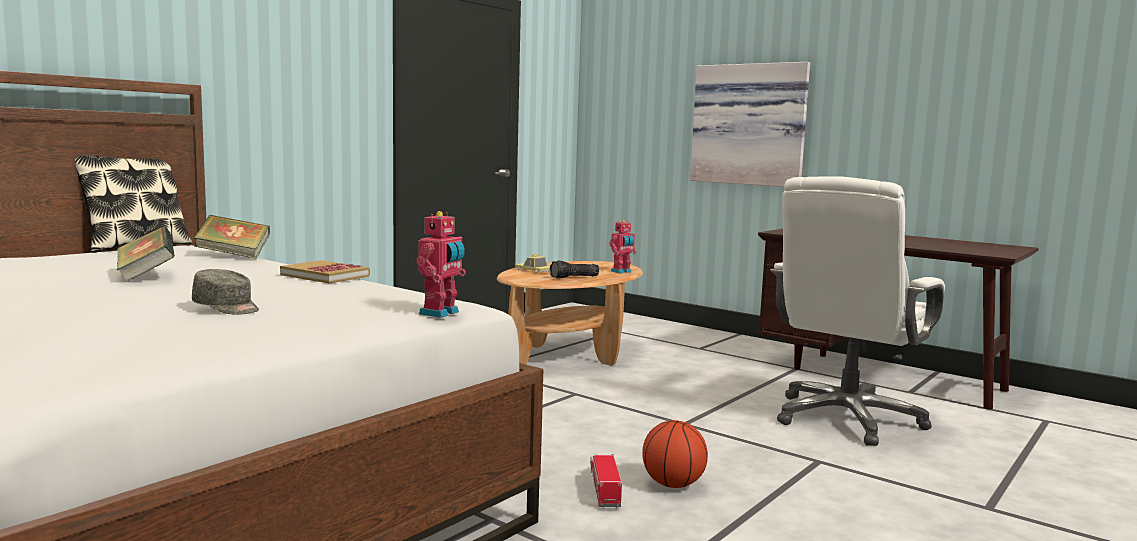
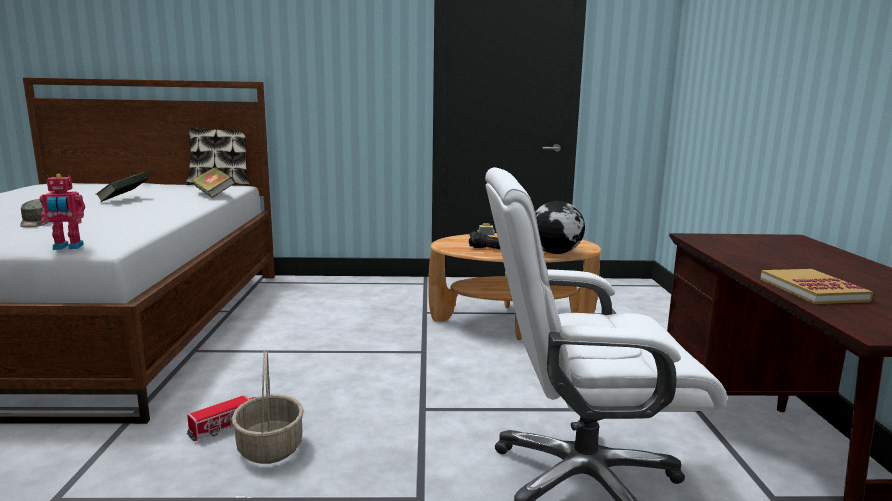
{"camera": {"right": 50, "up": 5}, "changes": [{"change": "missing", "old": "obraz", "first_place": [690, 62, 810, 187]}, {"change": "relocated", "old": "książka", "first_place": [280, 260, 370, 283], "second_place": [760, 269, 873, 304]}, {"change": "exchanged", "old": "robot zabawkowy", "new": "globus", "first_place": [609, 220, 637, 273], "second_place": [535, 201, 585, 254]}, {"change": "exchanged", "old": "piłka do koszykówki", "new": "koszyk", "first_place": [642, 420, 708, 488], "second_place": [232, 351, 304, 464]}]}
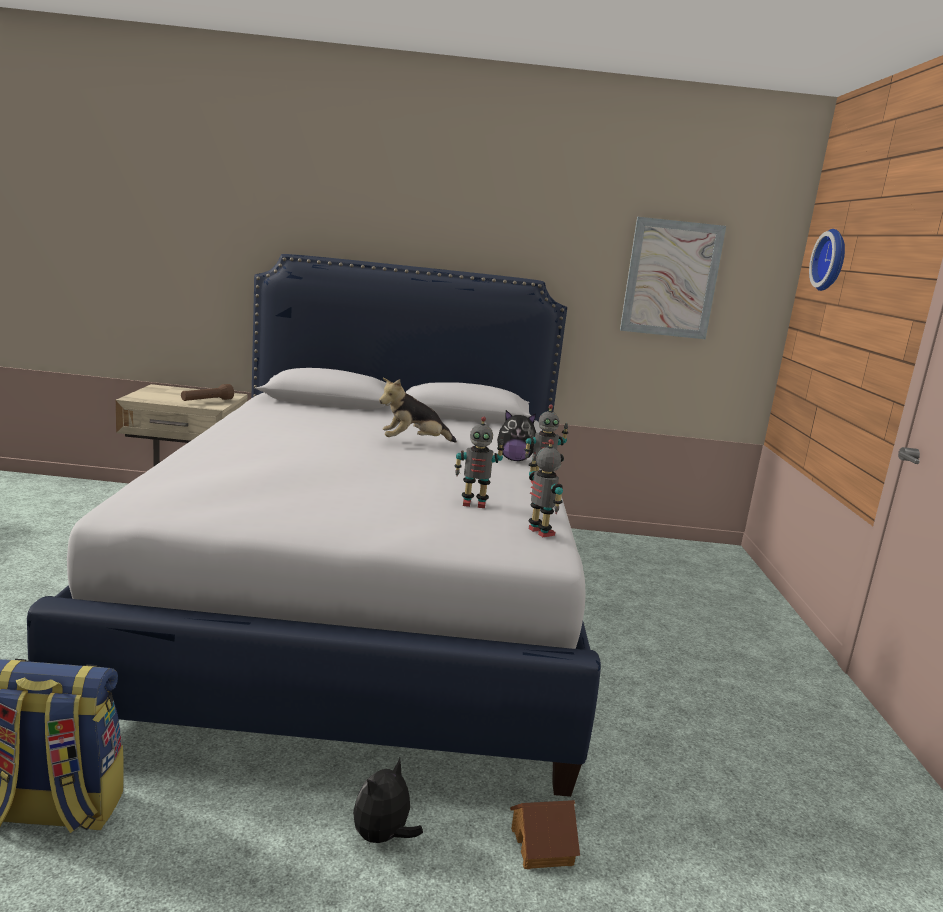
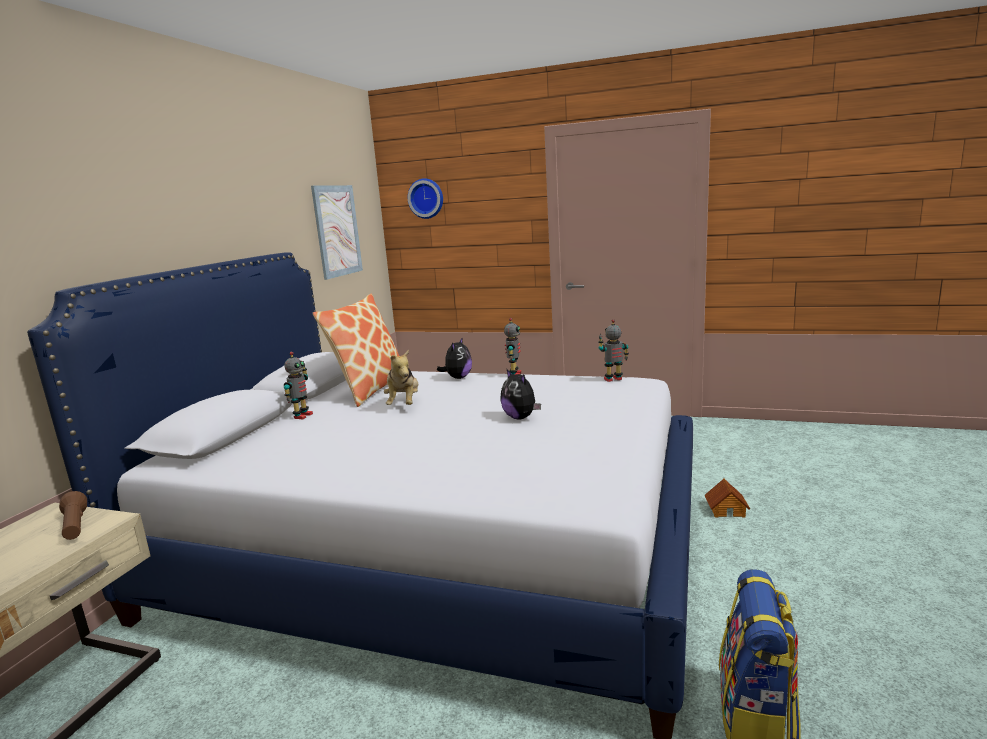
{"camera": {"right": -70, "up": 0}, "changes": [{"change": "appeared", "new": "poduszka", "second_place": [313, 294, 399, 407]}, {"change": "relocated", "old": "pluszak", "first_place": [353, 758, 423, 844], "second_place": [500, 370, 541, 419]}, {"change": "relocated", "old": "robot zabawkowy", "first_place": [454, 416, 504, 508], "second_place": [284, 352, 313, 419]}]}
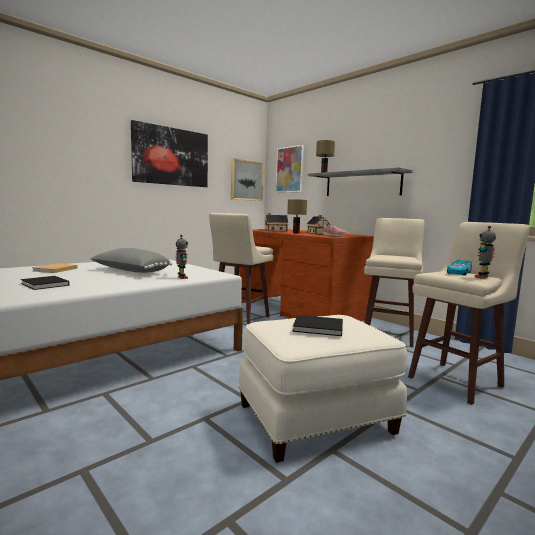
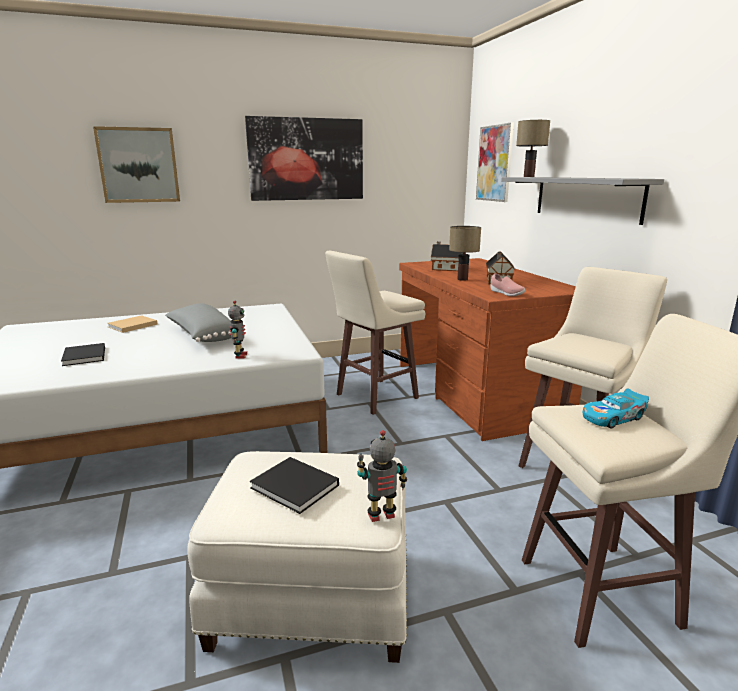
{"camera": {"right": 25, "up": 10}, "changes": [{"change": "relocated", "old": "obraz", "first_place": [231, 158, 263, 201], "second_place": [93, 126, 180, 203]}, {"change": "relocated", "old": "robot zabawkowy", "first_place": [475, 226, 496, 279], "second_place": [357, 430, 407, 522]}]}
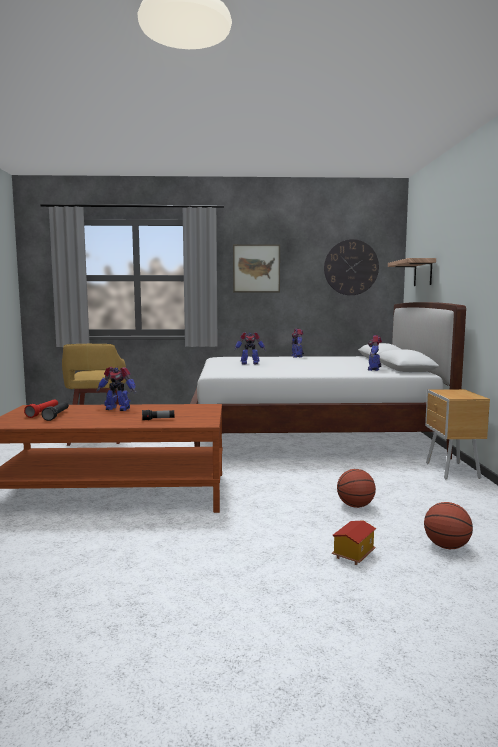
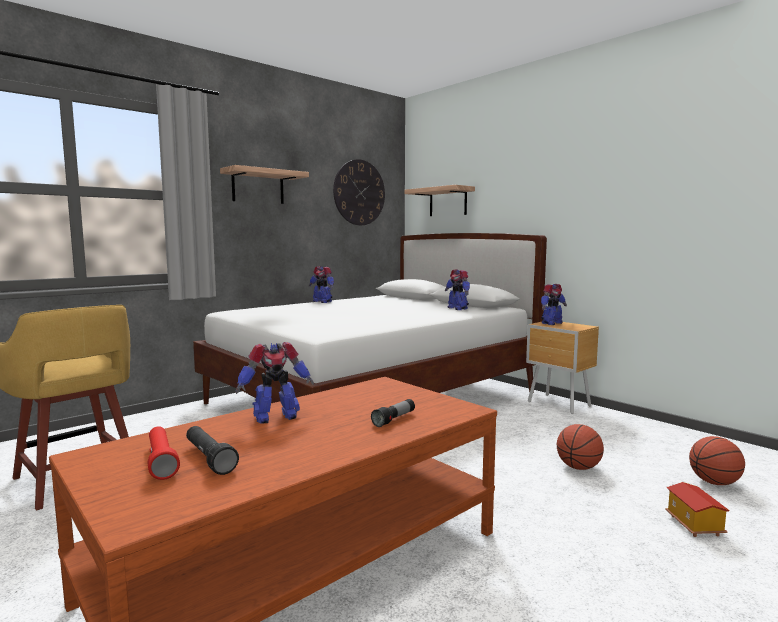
{"camera": {"right": -40, "up": 0}, "changes": [{"change": "relocated", "old": "robot zabawkowy", "first_place": [234, 332, 266, 364], "second_place": [541, 284, 567, 325]}, {"change": "exchanged", "old": "obraz", "new": "półka", "first_place": [233, 244, 280, 292], "second_place": [220, 165, 309, 204]}]}
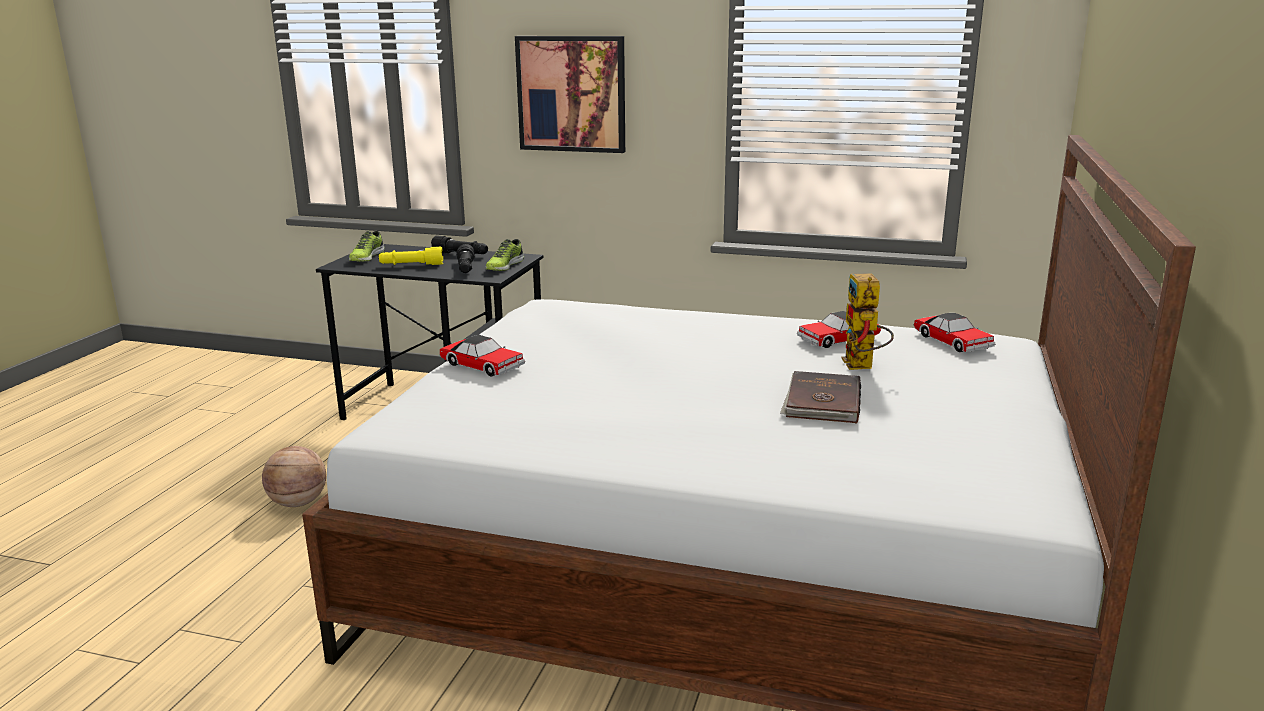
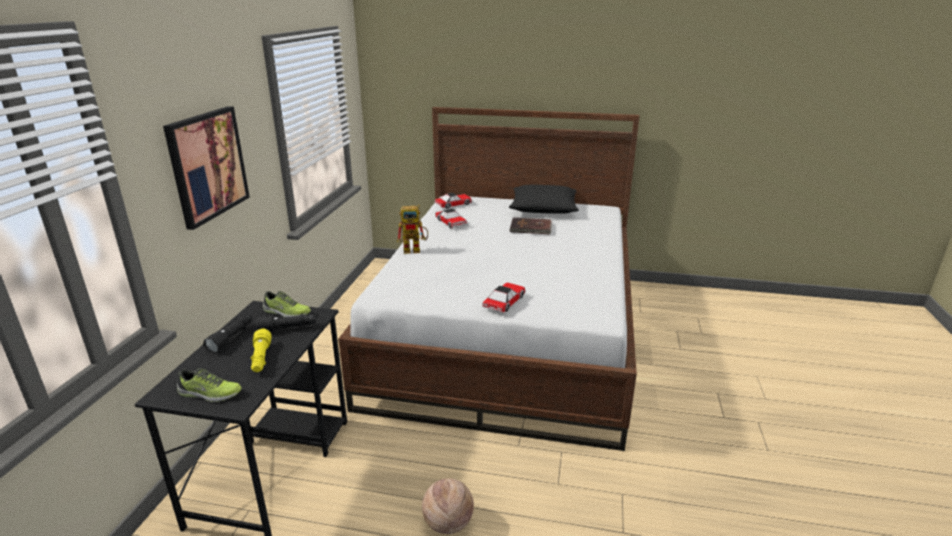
{"camera": {"right": -95, "up": 5}, "changes": [{"change": "appeared", "new": "poduszka [czarny]", "second_place": [509, 185, 579, 214]}, {"change": "relocated", "old": "robot zabawkowy", "first_place": [842, 273, 894, 370], "second_place": [397, 205, 428, 254]}]}
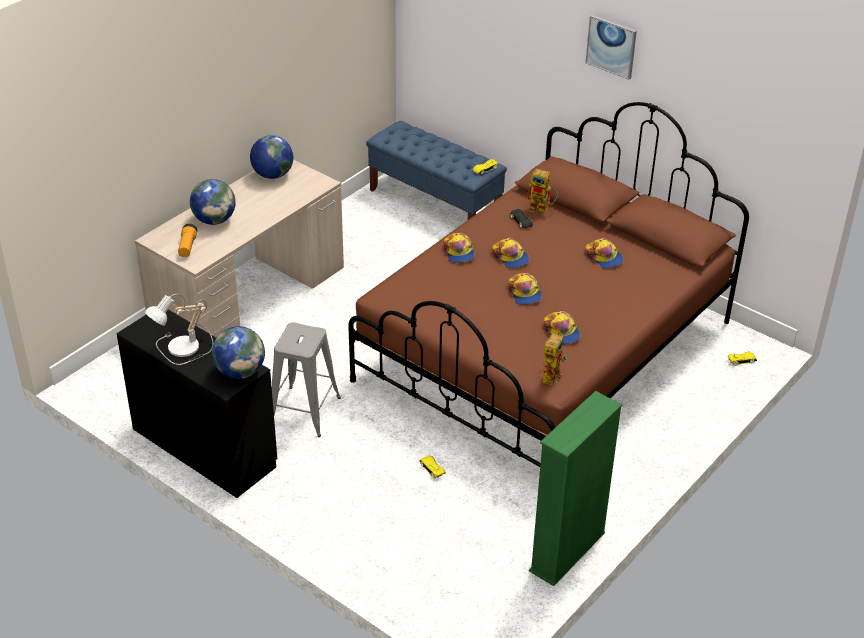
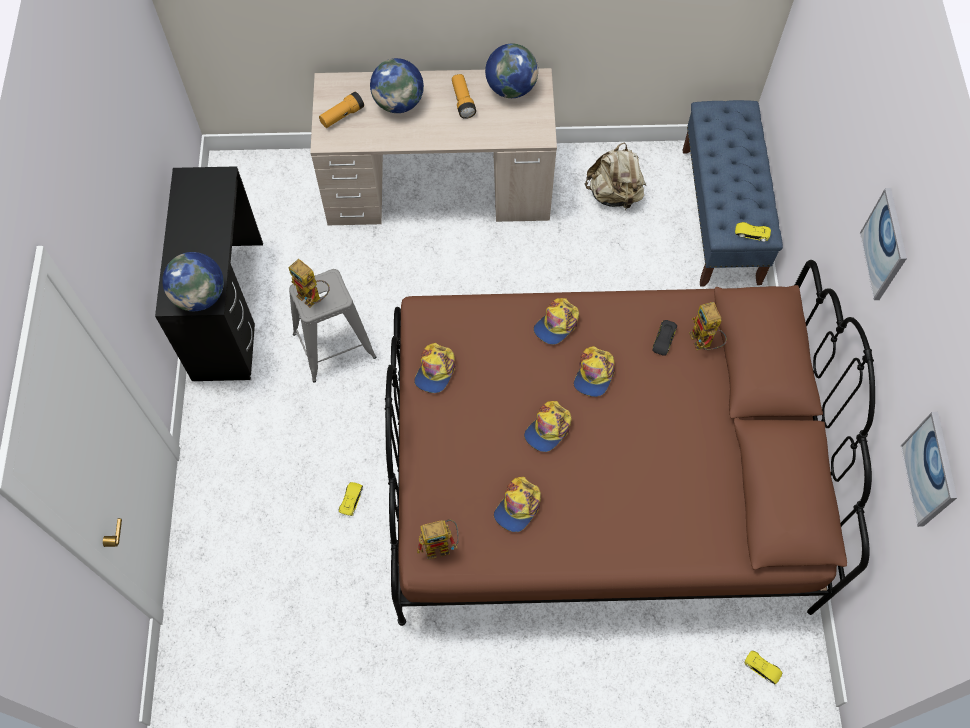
{"camera": {"right": 50, "up": 25}, "changes": [{"change": "missing", "old": "lampa stołowa", "first_place": [144, 294, 214, 365]}, {"change": "missing", "old": "regał [zielony]", "first_place": [529, 391, 622, 586]}, {"change": "appeared", "new": "robot zabawkowy", "second_place": [288, 259, 330, 308]}, {"change": "appeared", "new": "latarka", "second_place": [452, 74, 476, 119]}, {"change": "appeared", "new": "plecak [beżowy]", "second_place": [585, 142, 646, 210]}, {"change": "appeared", "new": "obraz", "second_place": [901, 412, 957, 527]}, {"change": "relocated", "old": "czapka z daszkiem", "first_place": [585, 238, 624, 269], "second_place": [414, 343, 455, 393]}]}
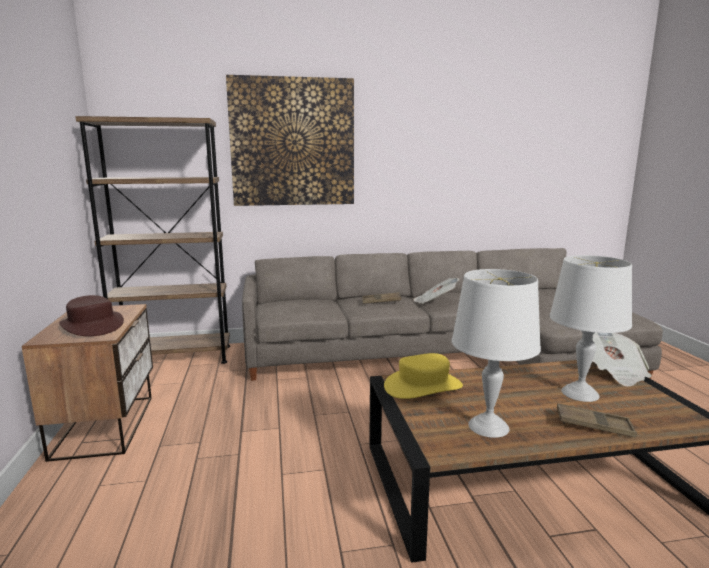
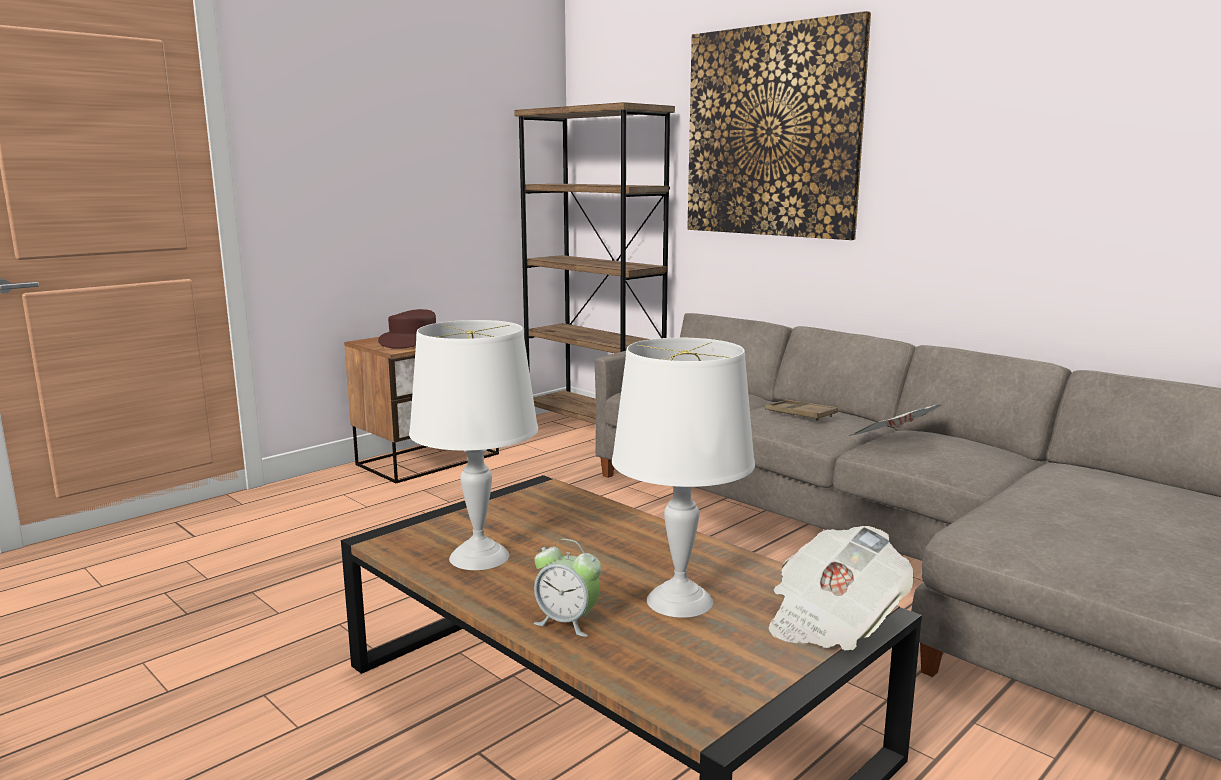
{"camera": {"right": 55, "up": 0}, "changes": [{"change": "missing", "old": "kapelusz [żółty]", "first_place": [384, 353, 463, 399]}, {"change": "exchanged", "old": "taca [brązowy]", "new": "budzik", "first_place": [557, 403, 637, 438], "second_place": [534, 539, 602, 637]}]}
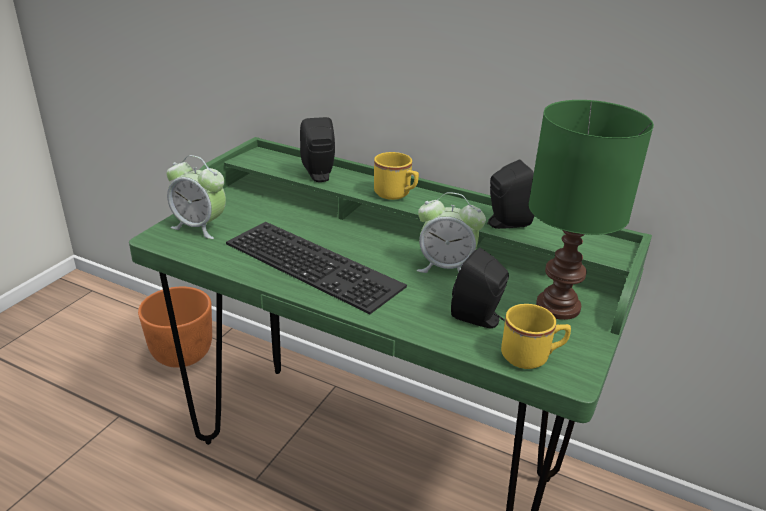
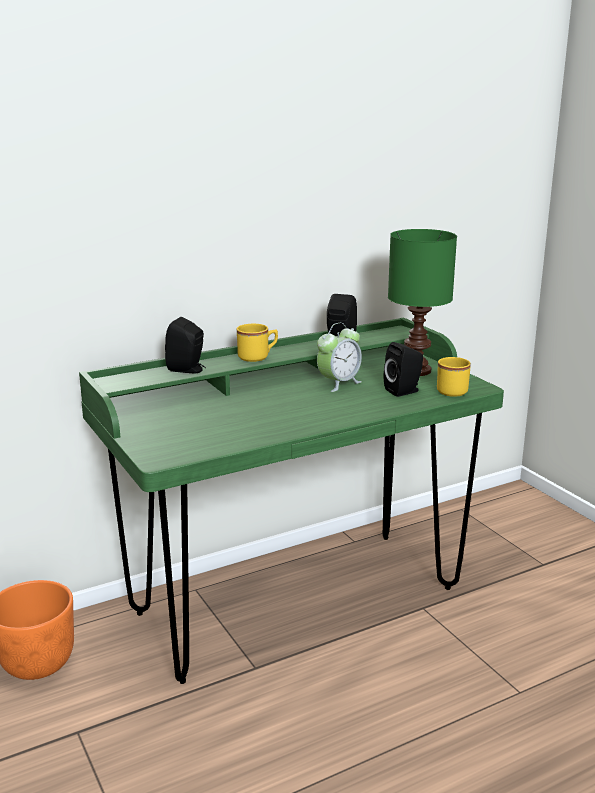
{"camera": {"right": -55, "up": -10}, "changes": [{"change": "missing", "old": "budzik", "first_place": [167, 155, 226, 239]}, {"change": "missing", "old": "klawiatura", "first_place": [226, 222, 407, 314]}]}
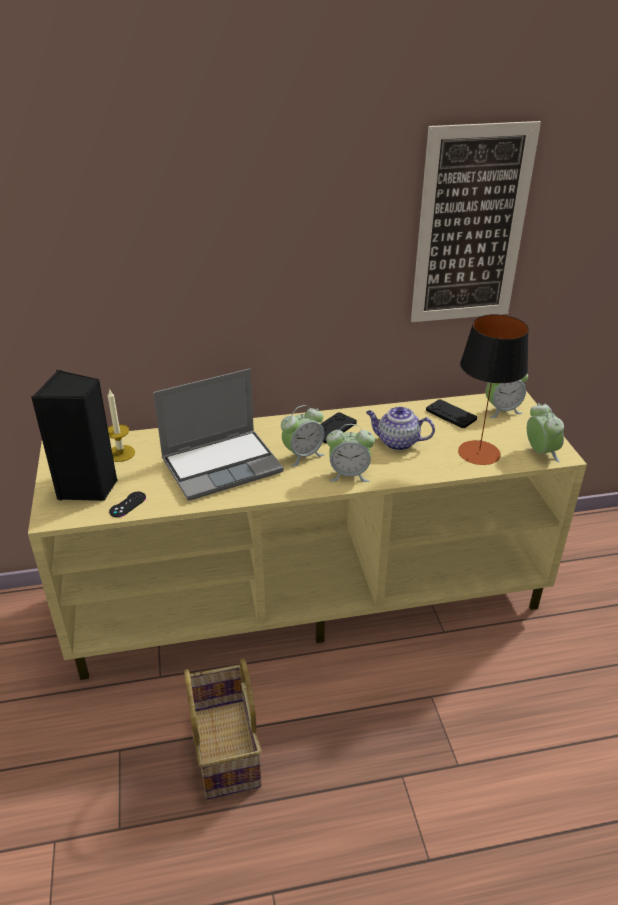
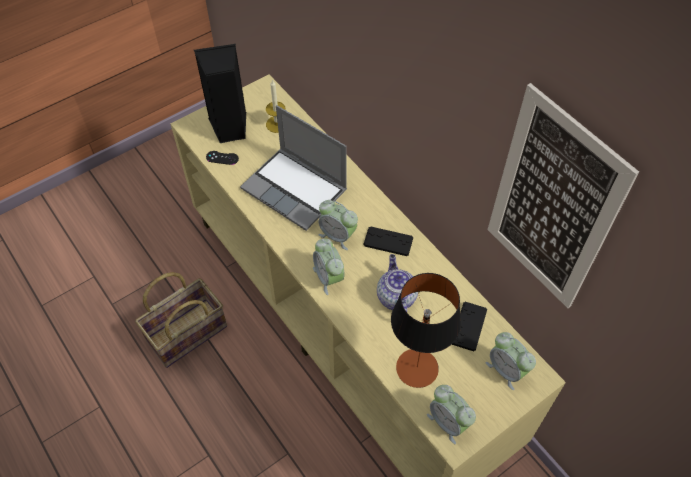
{"camera": {"right": 65, "up": 20}, "changes": [{"change": "spun", "old": "budzik", "first_place": [527, 403, 564, 462], "second_place": [427, 385, 476, 444], "degrees": 90}]}
